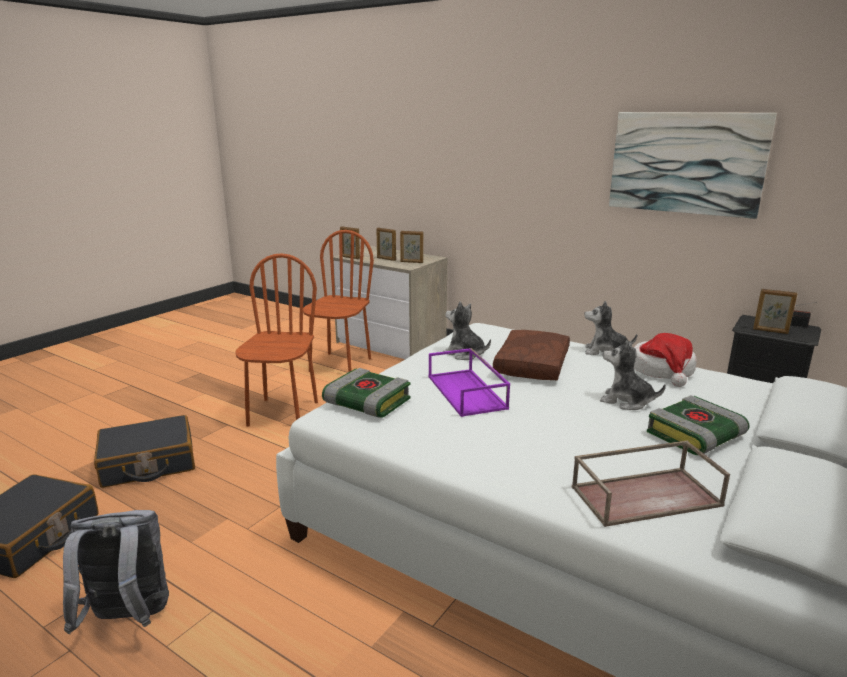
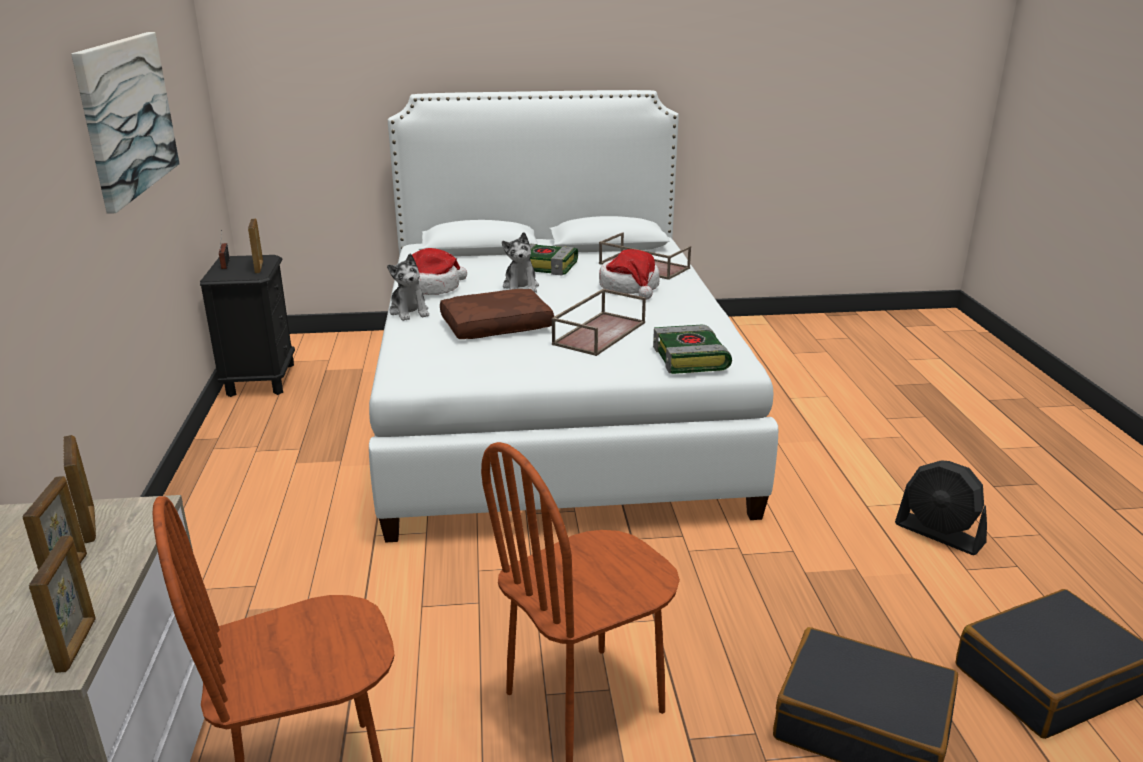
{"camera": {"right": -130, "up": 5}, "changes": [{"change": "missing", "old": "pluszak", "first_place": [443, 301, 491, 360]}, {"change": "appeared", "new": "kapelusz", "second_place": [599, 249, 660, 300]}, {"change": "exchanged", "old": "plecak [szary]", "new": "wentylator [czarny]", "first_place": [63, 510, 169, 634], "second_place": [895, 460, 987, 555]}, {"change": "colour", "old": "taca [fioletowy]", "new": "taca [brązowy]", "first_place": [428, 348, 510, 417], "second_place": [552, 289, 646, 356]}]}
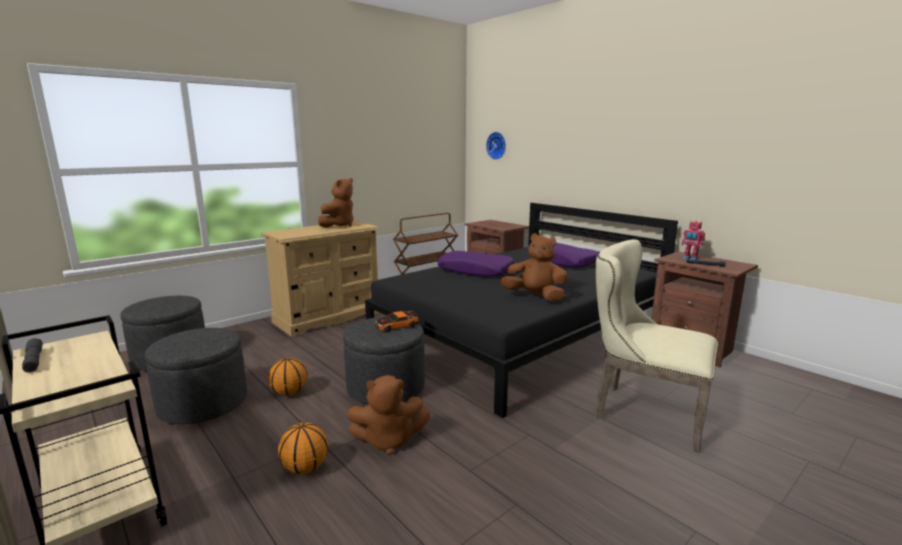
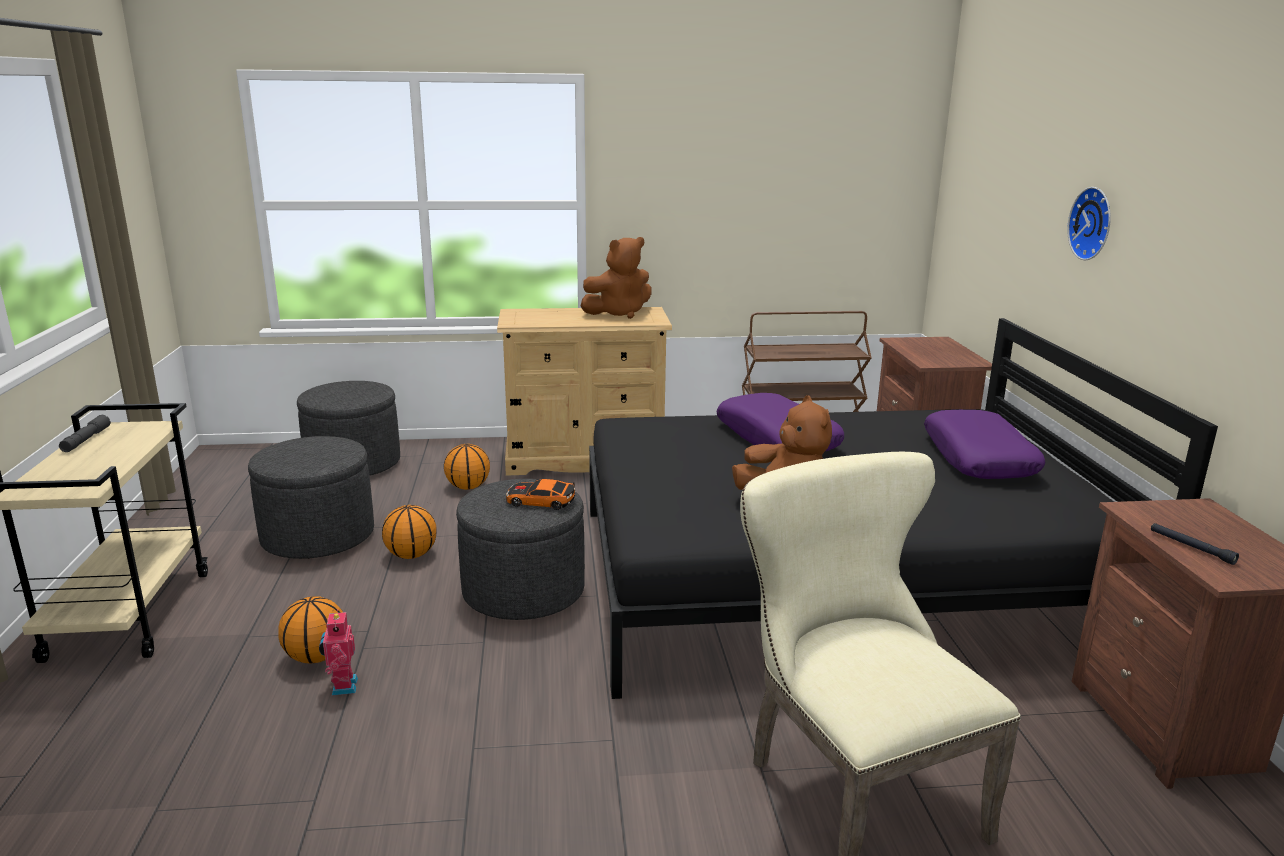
{"camera": {"right": 35, "up": 5}, "changes": [{"change": "missing", "old": "pluszak [brązowy]", "first_place": [347, 375, 430, 455]}, {"change": "appeared", "new": "piłka do koszykówki", "second_place": [444, 444, 490, 490]}, {"change": "relocated", "old": "zegar ścienny", "first_place": [486, 132, 506, 160], "second_place": [1067, 187, 1111, 260]}, {"change": "relocated", "old": "robot zabawkowy", "first_place": [682, 220, 705, 260], "second_place": [319, 609, 358, 696]}]}
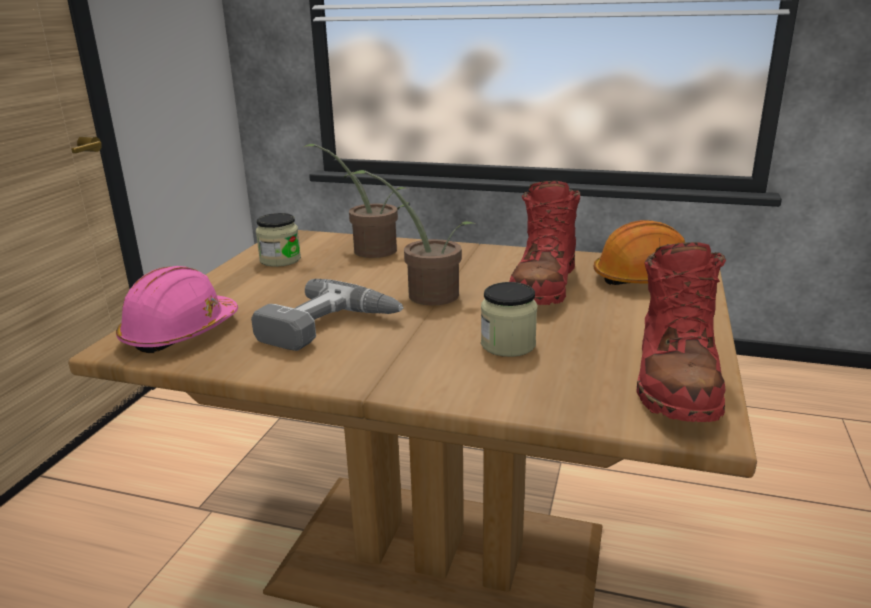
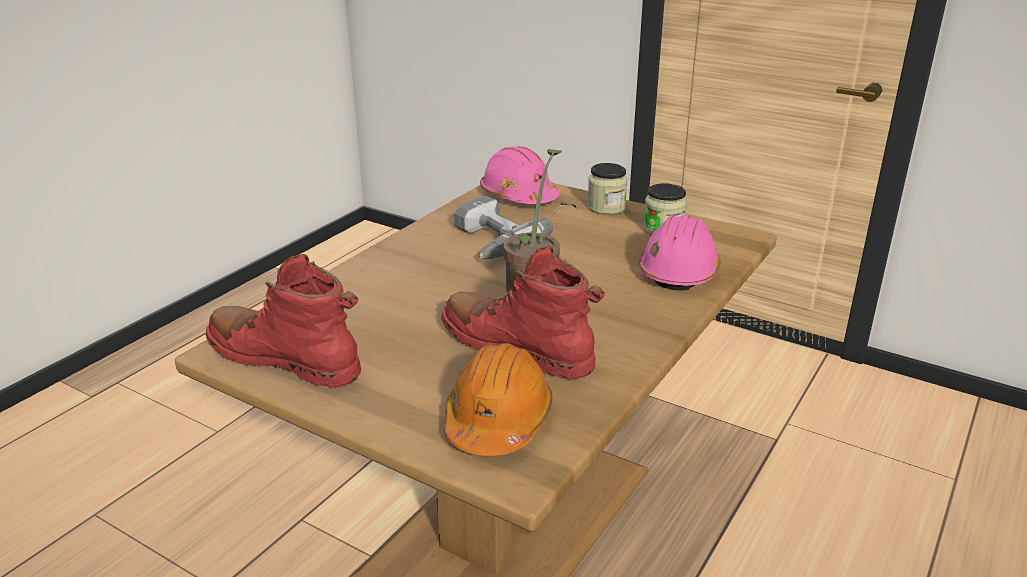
{"camera": {"right": 105, "up": 5}, "changes": [{"change": "relocated", "old": "słoik", "first_place": [481, 282, 537, 357], "second_place": [587, 163, 627, 215]}, {"change": "exchanged", "old": "roślina doniczkowa", "new": "kask [różowy]", "first_place": [299, 144, 408, 258], "second_place": [639, 215, 721, 291]}]}
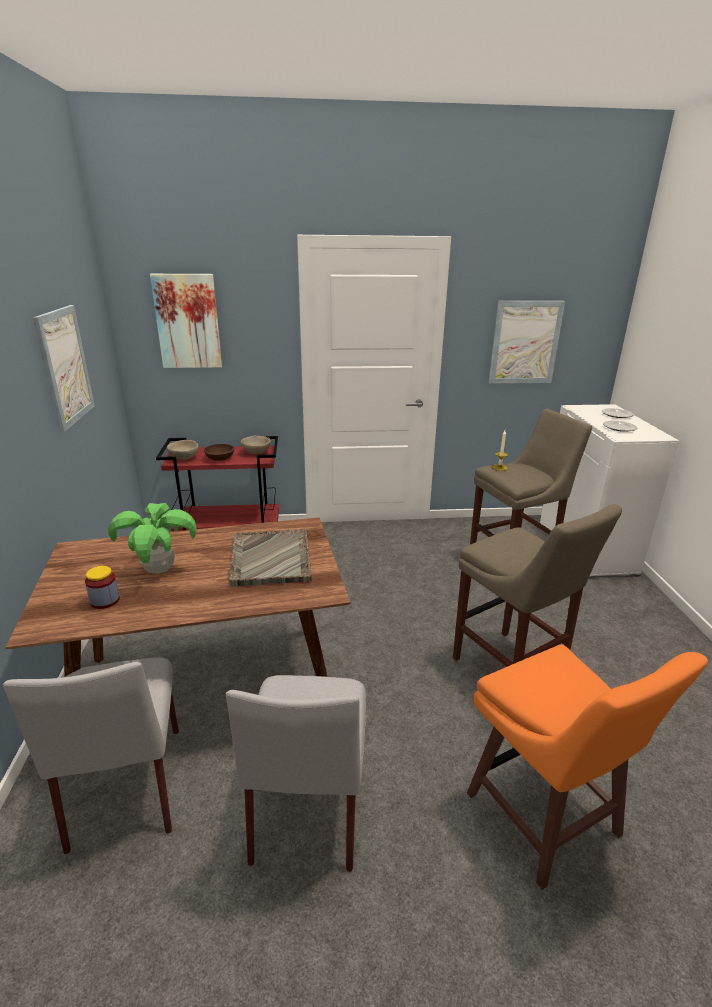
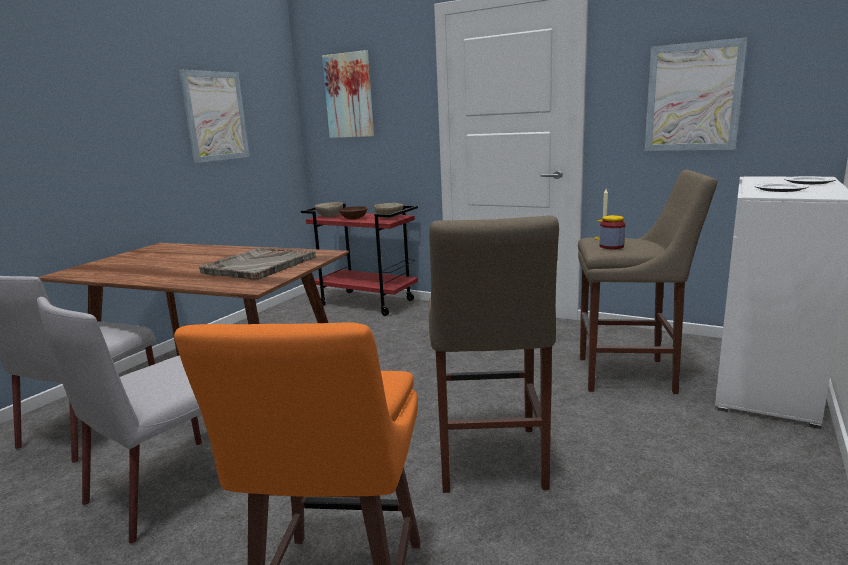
{"camera": {"right": 35, "up": -10}, "changes": [{"change": "missing", "old": "roślina doniczkowa", "first_place": [108, 503, 197, 574]}, {"change": "relocated", "old": "słoik", "first_place": [85, 566, 120, 609], "second_place": [599, 215, 625, 249]}]}
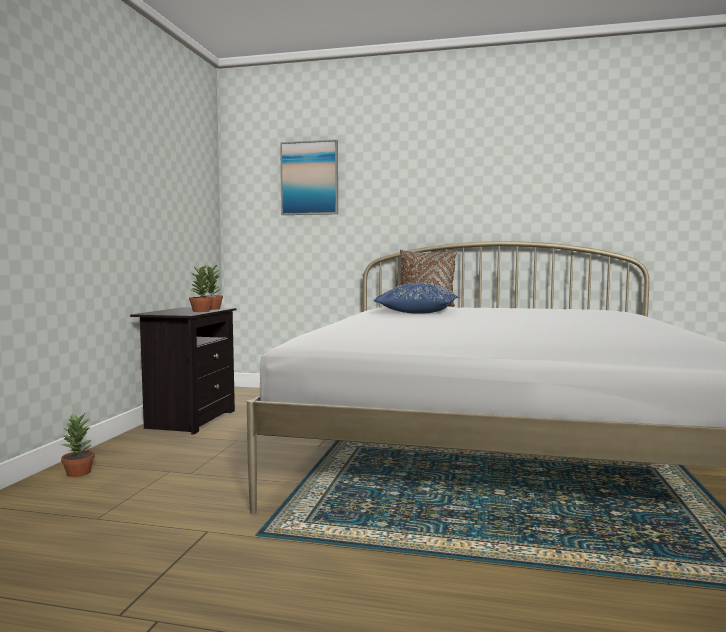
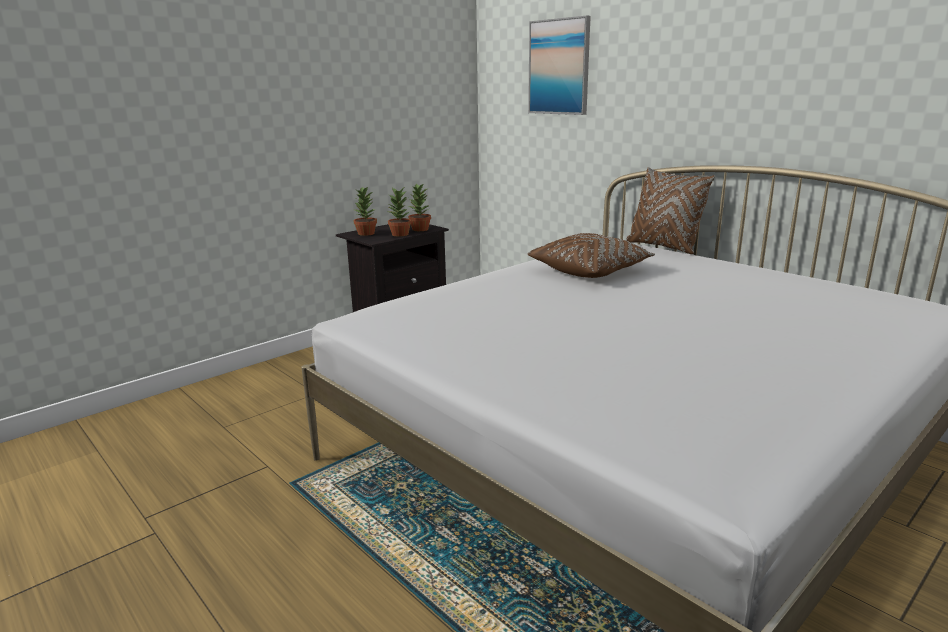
{"camera": {"right": 35, "up": 15}, "changes": [{"change": "relocated", "old": "roślina doniczkowa", "first_place": [60, 413, 95, 477], "second_place": [354, 186, 377, 236]}, {"change": "colour", "old": "poduszka [niebieski]", "new": "poduszka [brązowy]", "first_place": [374, 283, 459, 314], "second_place": [527, 233, 655, 278]}]}
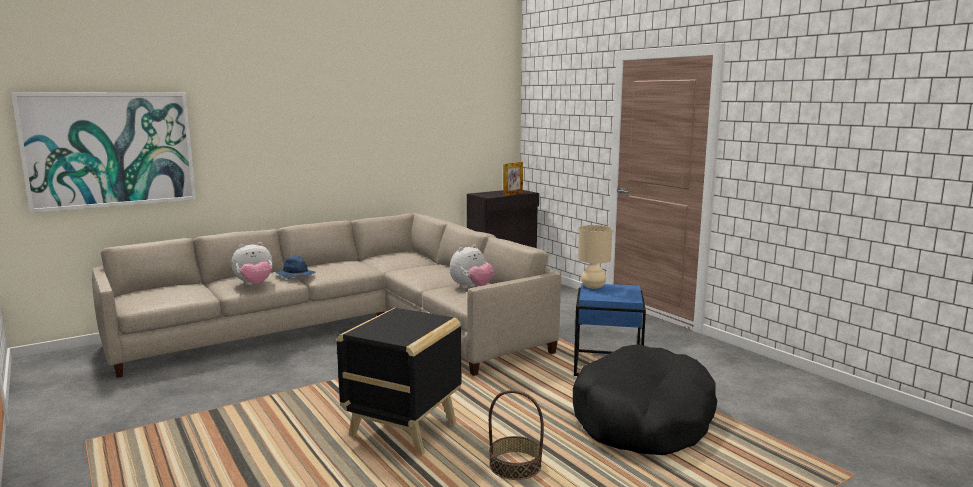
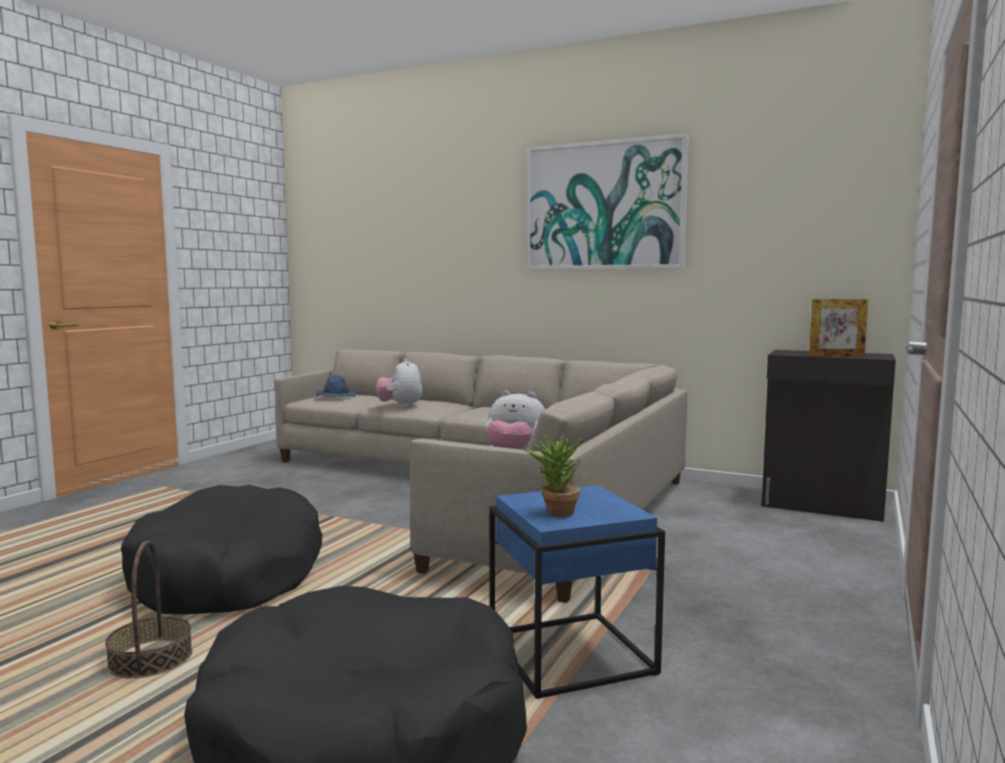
{"camera": {"right": 60, "up": -5}, "changes": [{"change": "missing", "old": "lampa stołowa [beżowy]", "first_place": [578, 225, 612, 289]}, {"change": "appeared", "new": "roślina doniczkowa", "second_place": [524, 431, 582, 517]}, {"change": "relocated", "old": "obraz", "first_place": [11, 92, 196, 213], "second_place": [526, 133, 689, 270]}, {"change": "relocated", "old": "kapelusz [niebieski]", "first_place": [275, 256, 315, 279], "second_place": [316, 375, 356, 397]}, {"change": "exchanged", "old": "stolik [czarny]", "new": "legowisko [czarny]", "first_place": [337, 308, 461, 455], "second_place": [121, 485, 322, 614]}, {"change": "spun", "old": "pluszak", "first_place": [231, 242, 273, 285], "second_place": [376, 359, 423, 408], "degrees": 45}]}
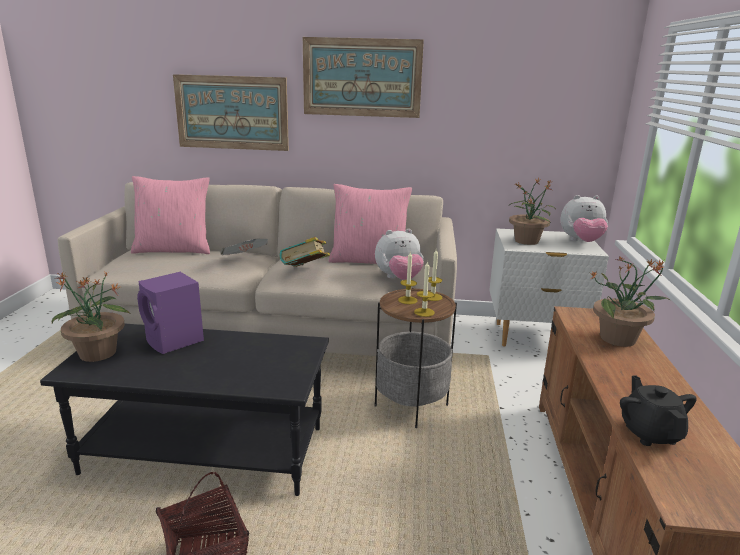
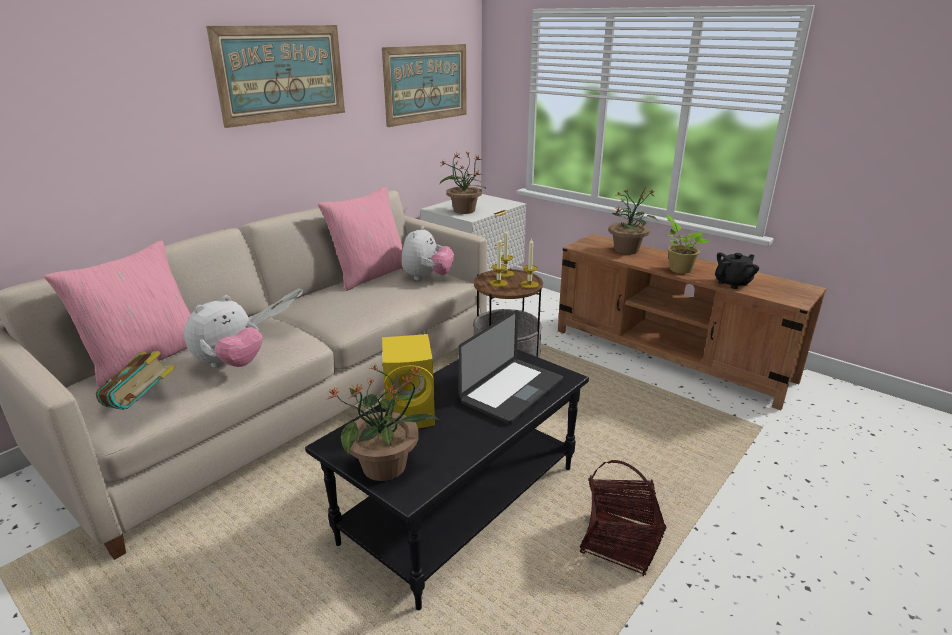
{"camera": {"right": -55, "up": 5}, "changes": [{"change": "appeared", "new": "laptop", "second_place": [458, 310, 563, 424]}, {"change": "appeared", "new": "roślina doniczkowa", "second_place": [666, 215, 710, 274]}, {"change": "relocated", "old": "obraz", "first_place": [173, 74, 289, 151], "second_place": [382, 44, 467, 127]}, {"change": "relocated", "old": "książka", "first_place": [279, 237, 330, 267], "second_place": [96, 351, 175, 410]}, {"change": "relocated", "old": "pluszak", "first_place": [560, 195, 608, 242], "second_place": [184, 295, 262, 368]}, {"change": "colour", "old": "głośnik [fioletowy]", "new": "głośnik [żółty]", "first_place": [137, 272, 204, 354], "second_place": [382, 334, 435, 428]}, {"change": "spun", "old": "imbryk [czarny]", "first_place": [620, 375, 697, 446], "second_place": [715, 252, 759, 289], "degrees": 120}]}
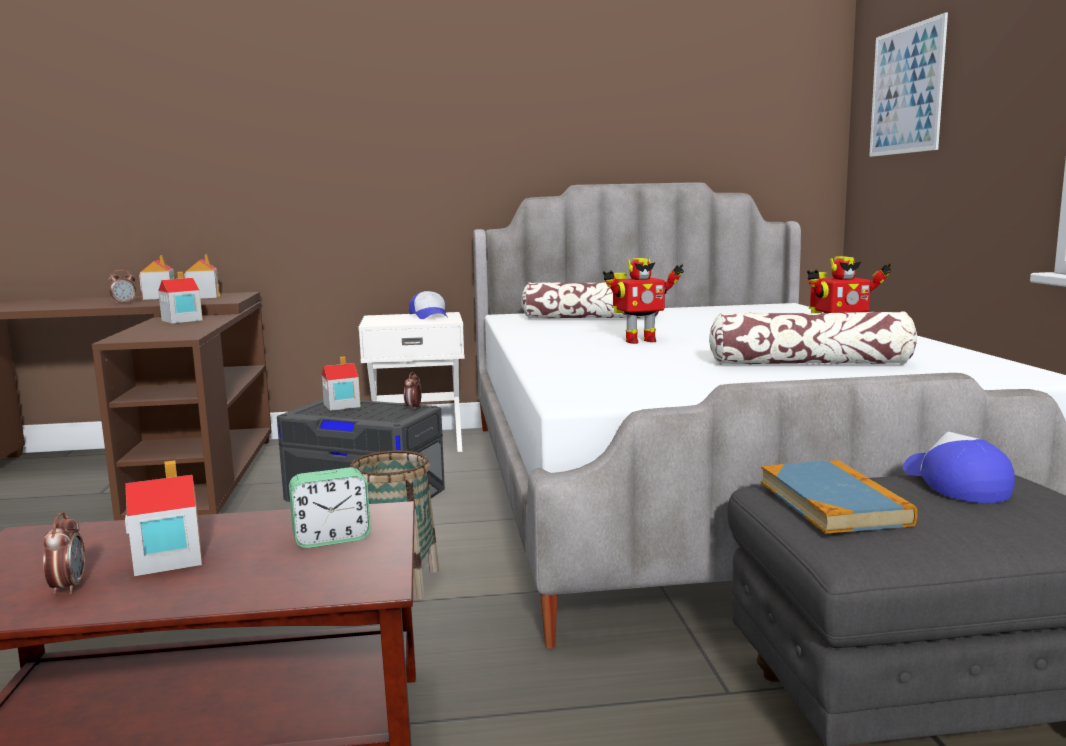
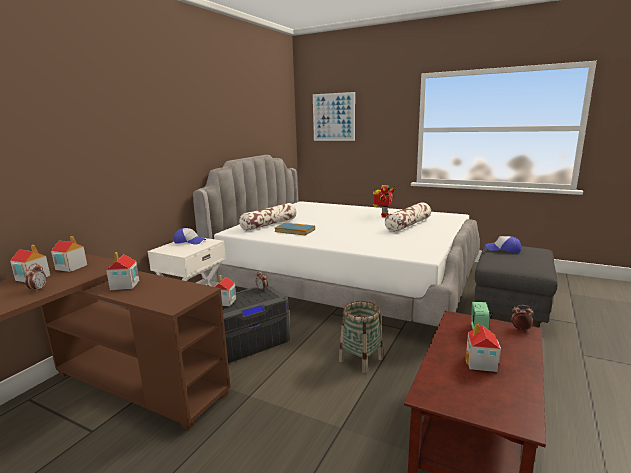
{"camera": {"right": -55, "up": 5}, "changes": [{"change": "missing", "old": "robot zabawkowy", "first_place": [603, 258, 684, 344]}, {"change": "relocated", "old": "budzik", "first_place": [43, 512, 85, 594], "second_place": [512, 305, 533, 331]}, {"change": "relocated", "old": "książka", "first_place": [761, 460, 918, 534], "second_place": [275, 223, 315, 235]}]}
